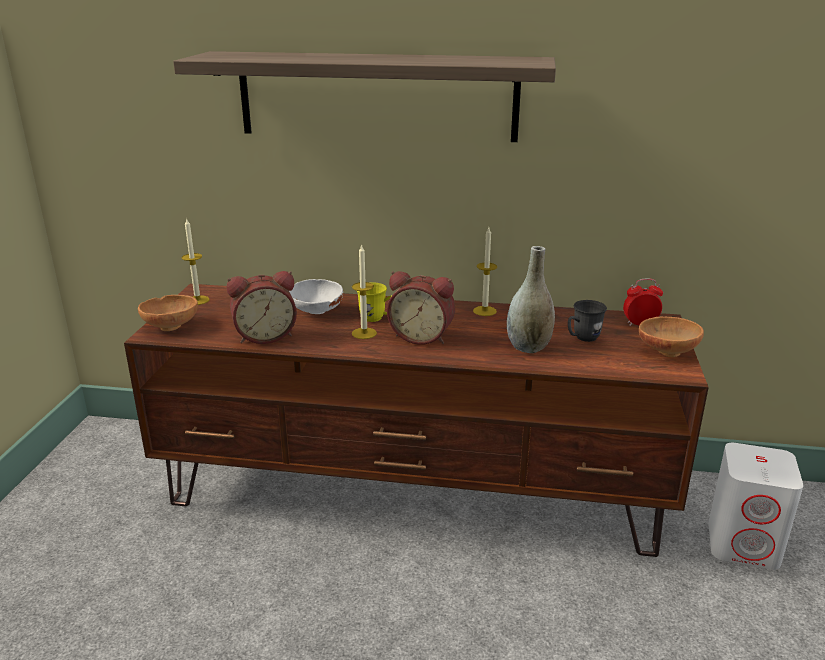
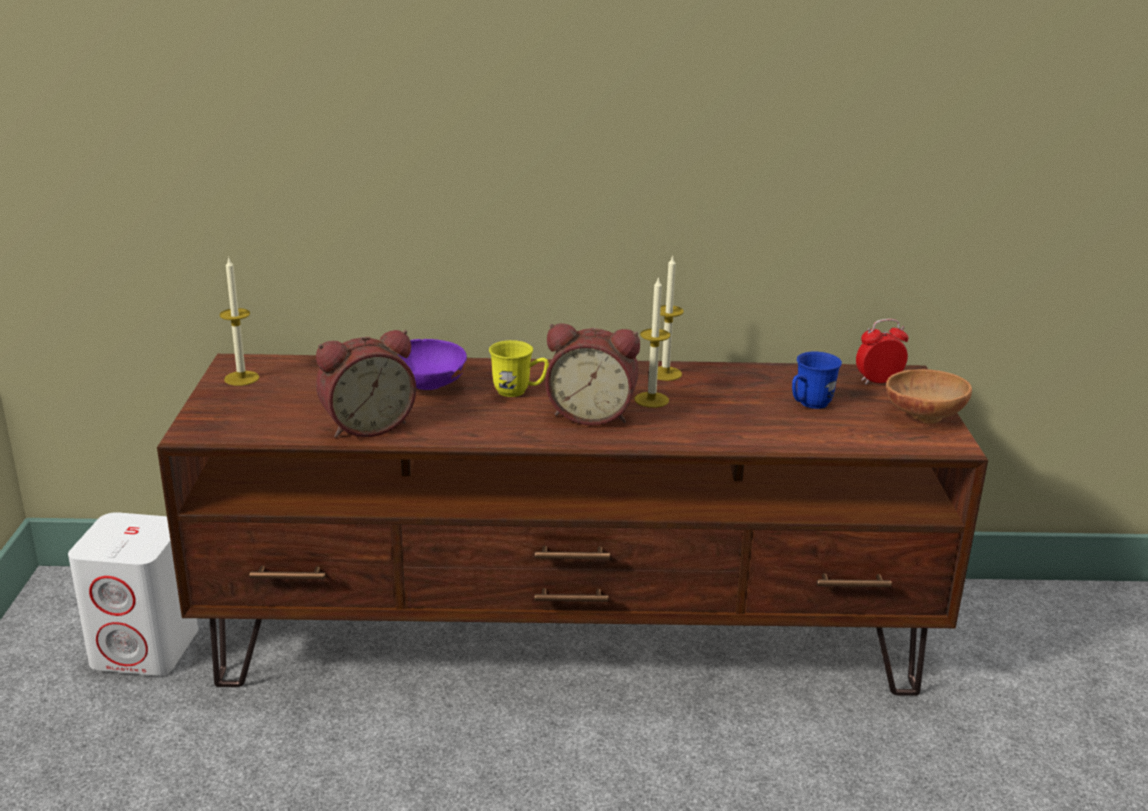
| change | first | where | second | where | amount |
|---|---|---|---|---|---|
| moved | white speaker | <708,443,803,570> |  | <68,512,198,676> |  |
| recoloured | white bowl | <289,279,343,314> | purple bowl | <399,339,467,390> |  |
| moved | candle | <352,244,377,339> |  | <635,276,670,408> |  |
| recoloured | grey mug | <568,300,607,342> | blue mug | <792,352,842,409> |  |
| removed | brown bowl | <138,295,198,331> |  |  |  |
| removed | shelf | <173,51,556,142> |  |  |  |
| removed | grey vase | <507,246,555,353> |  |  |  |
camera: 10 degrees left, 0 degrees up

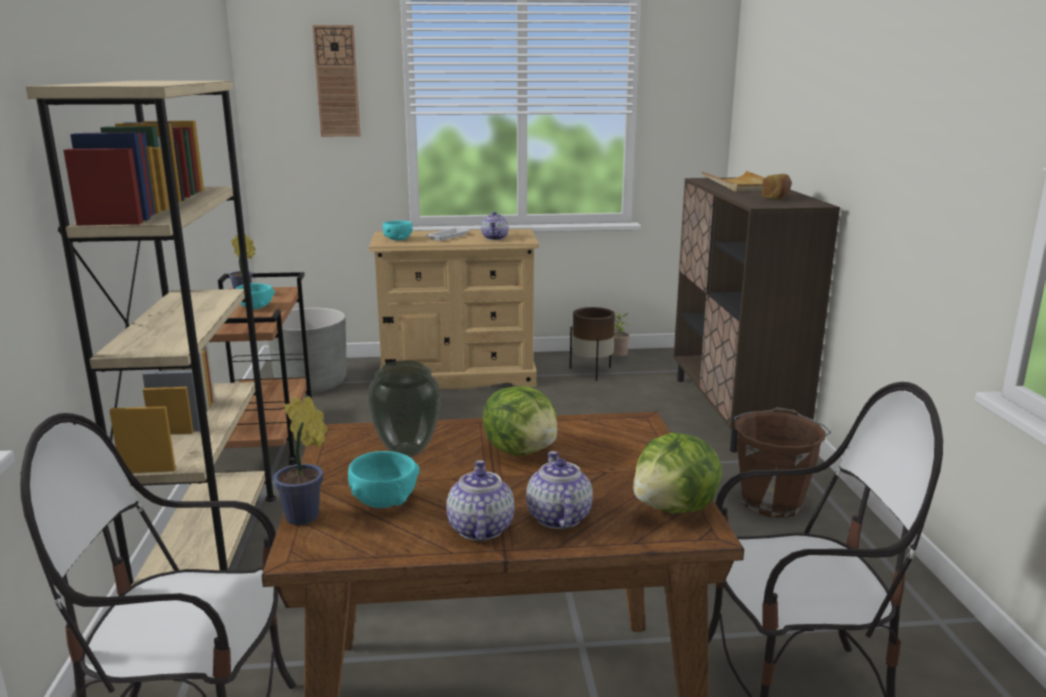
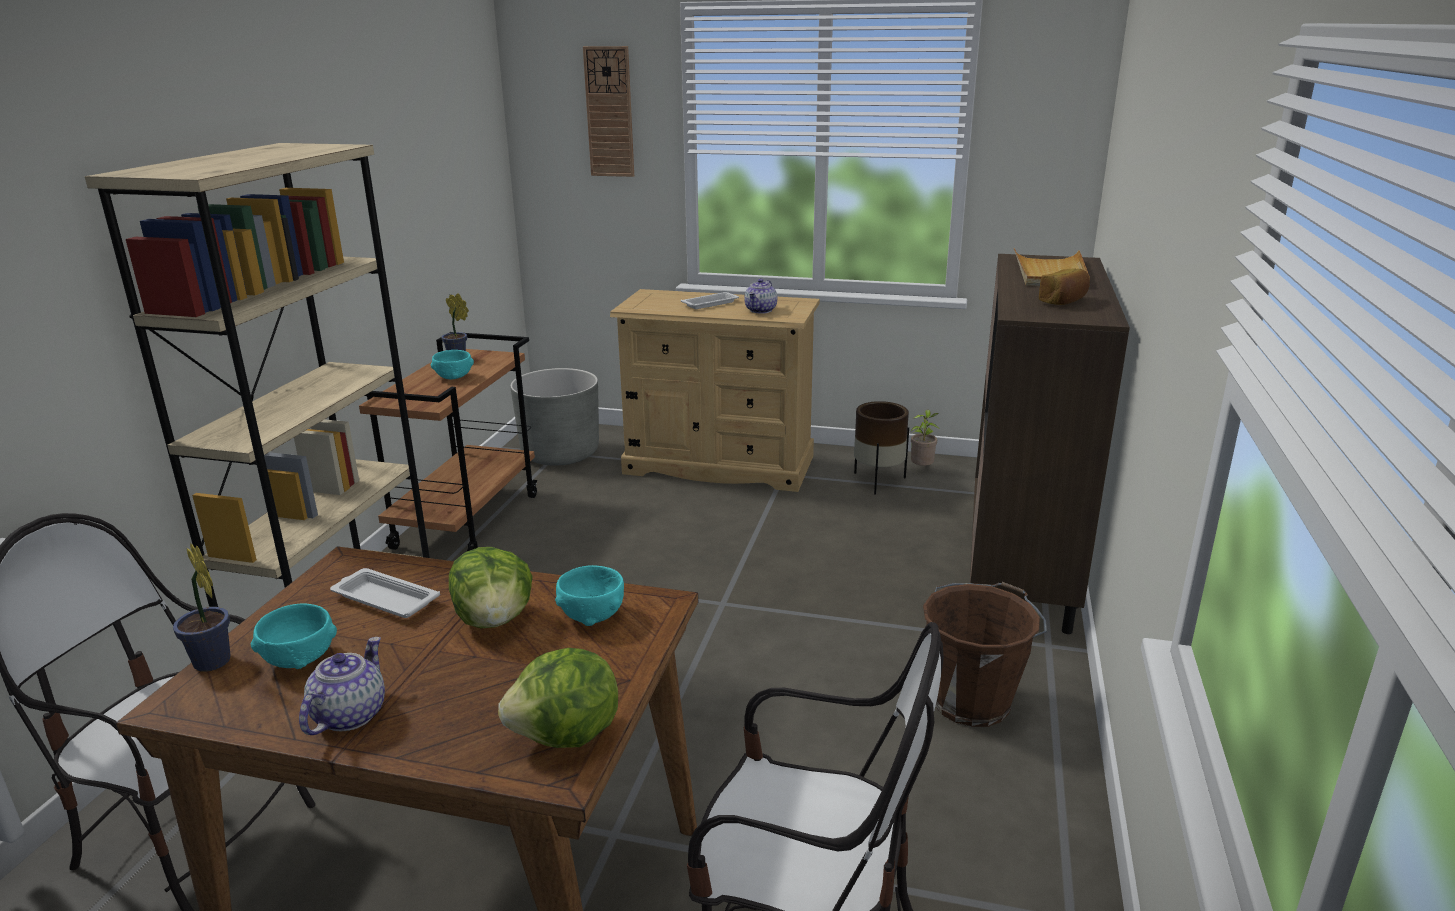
| change | first | where | second | where | amount |
|---|---|---|---|---|---|
| replaced | vase | <367,360,441,457> | white tray | <330,568,440,618> |  |
| moved | turquoise bowl | <383,221,413,240> |  | <555,565,624,626> |  |
| removed | teapot | <526,451,593,529> |  |  |  |
camera: 20 degrees right, 5 degrees up

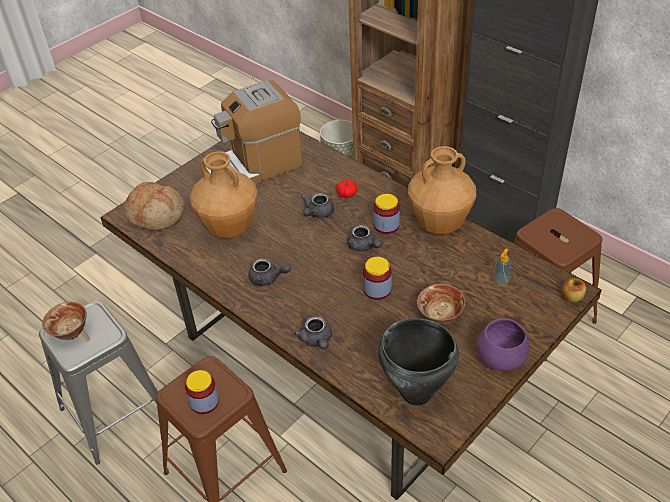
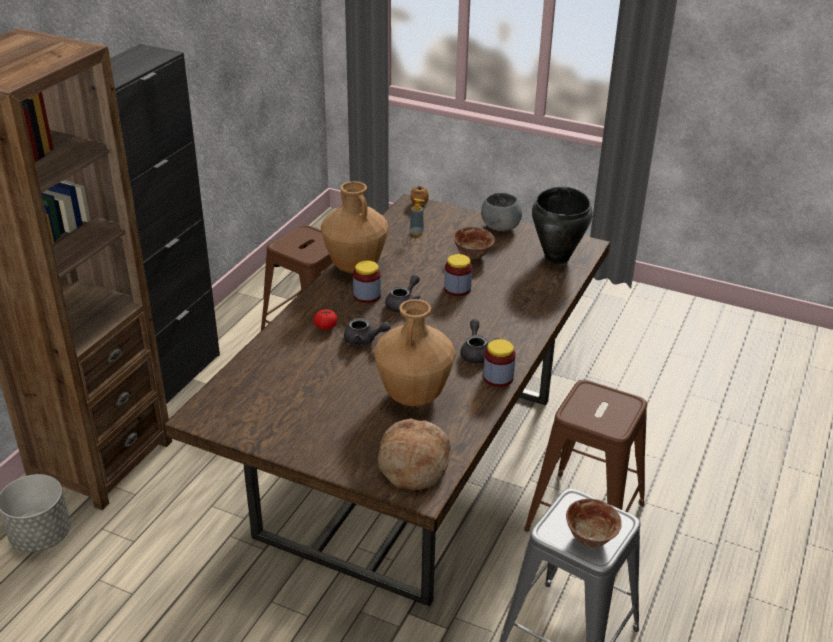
| change | first | where | second | where | amount |
|---|---|---|---|---|---|
| recoloured | purple bowl | <477,318,530,371> | grey bowl | <481,193,522,231> |  |
| moved | jar | <185,370,219,414> |  | <483,339,516,387> |  |
| removed | coffee machine | <205,80,303,184> |  |  |  |
| removed | grey teapot | <294,316,332,349> |  |  |  |
camera: 110 degrees left, 10 degrees down

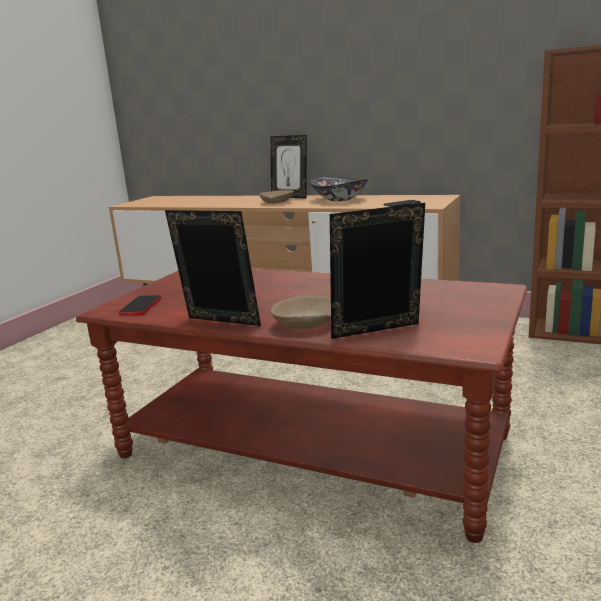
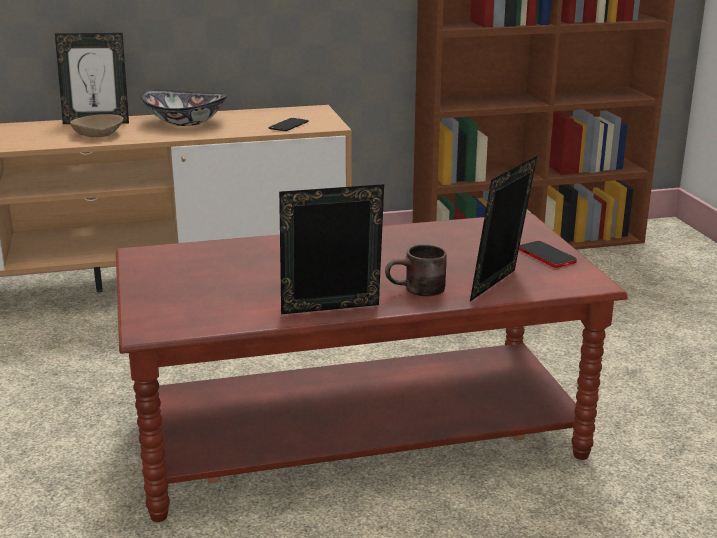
| change | first | where | second | where | amount |
|---|---|---|---|---|---|
| replaced | beige bowl | <271,295,331,329> | brown mug | <385,244,447,296> |  |
| moved | phone | <119,295,161,315> |  | <519,241,577,268> |  |
camera: 40 degrees left, 5 degrees up

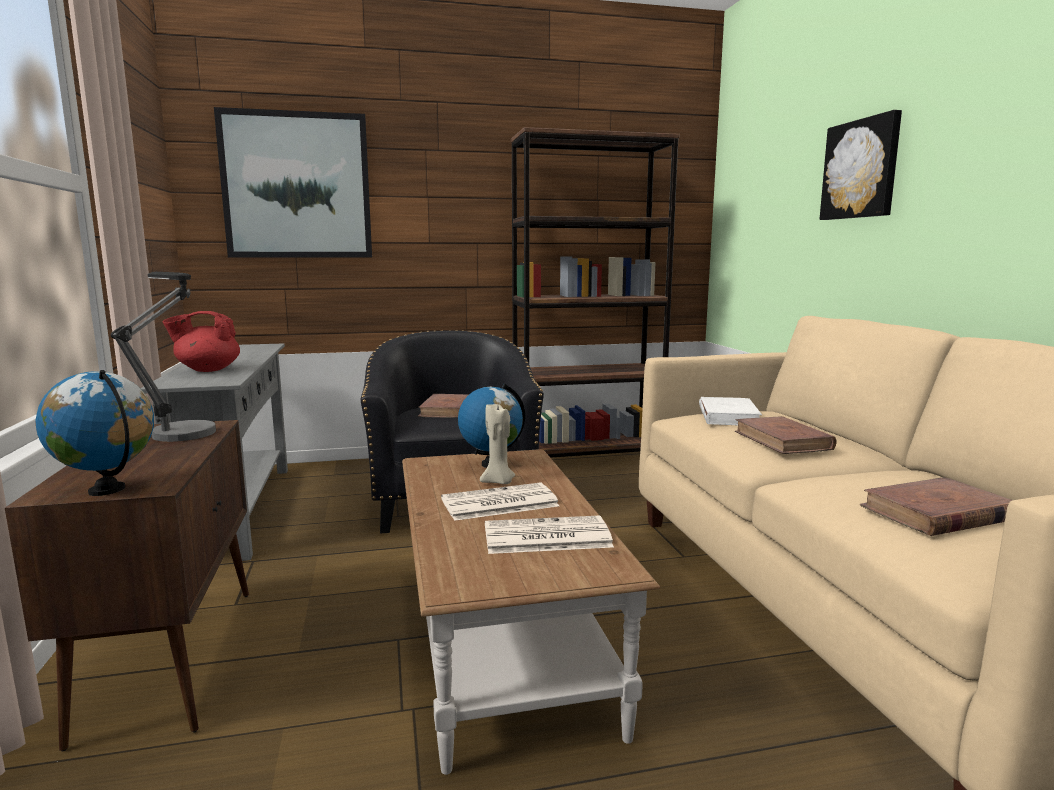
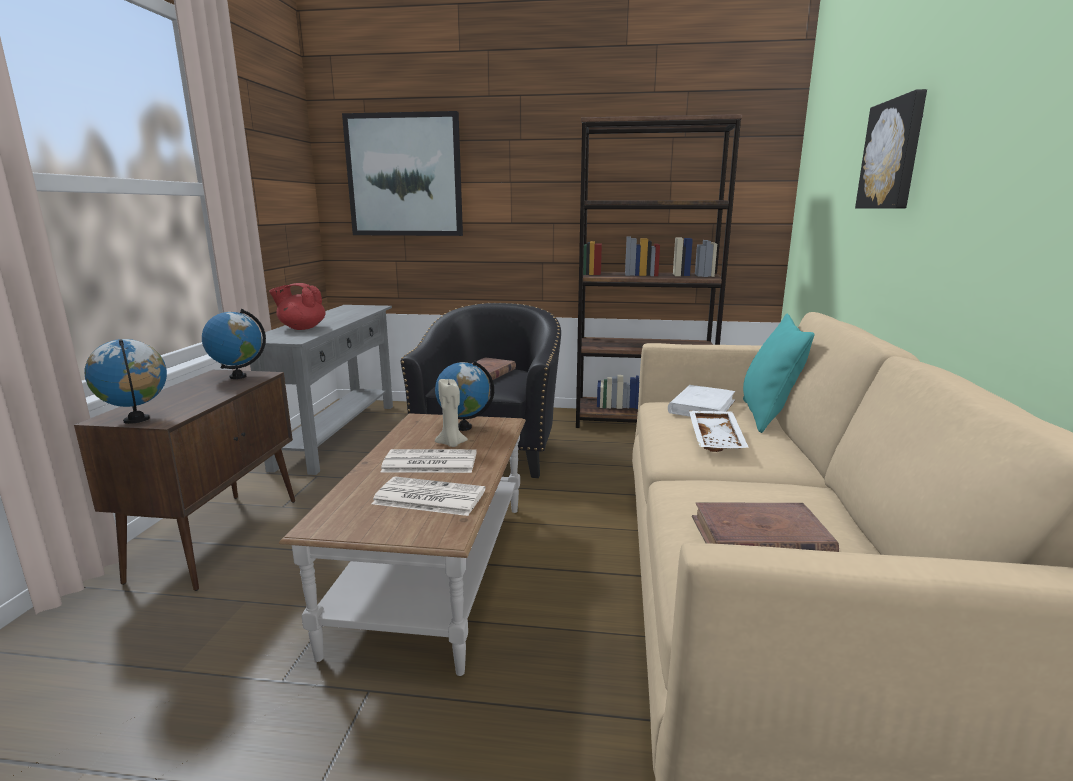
| change | first | where | second | where | amount |
|---|---|---|---|---|---|
| replaced | table lamp | <111,272,216,442> | globe | <202,309,266,379> |  |
| replaced | brown book | <735,416,837,454> | white tray | <689,411,749,452> |  |
| added |  |  | turquoise pillow | <743,314,815,433> |  |
camera: 20 degrees right, 5 degrees up

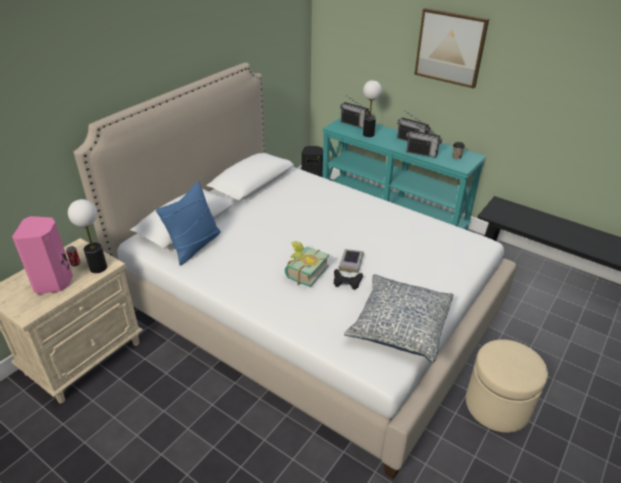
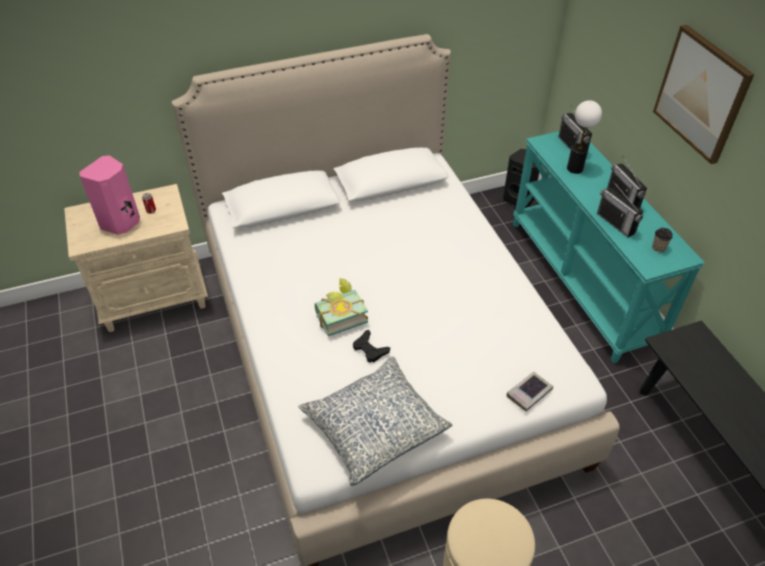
| change | first | where | second | where | amount |
|---|---|---|---|---|---|
| moved | book | <339,249,364,273> |  | <507,372,553,412> |  |
| removed | table lamp | <68,199,107,273> |  |  |  |
| removed | blue pillow | <156,181,221,266> |  |  |  |
camera: 35 degrees right, 10 degrees up

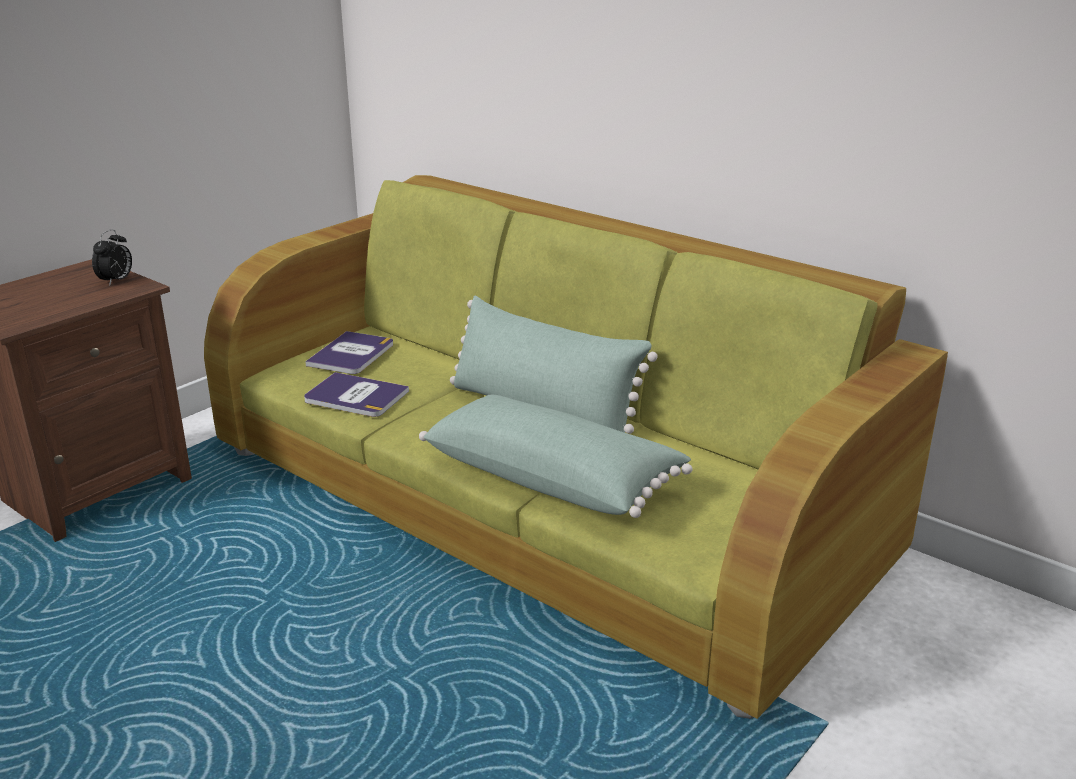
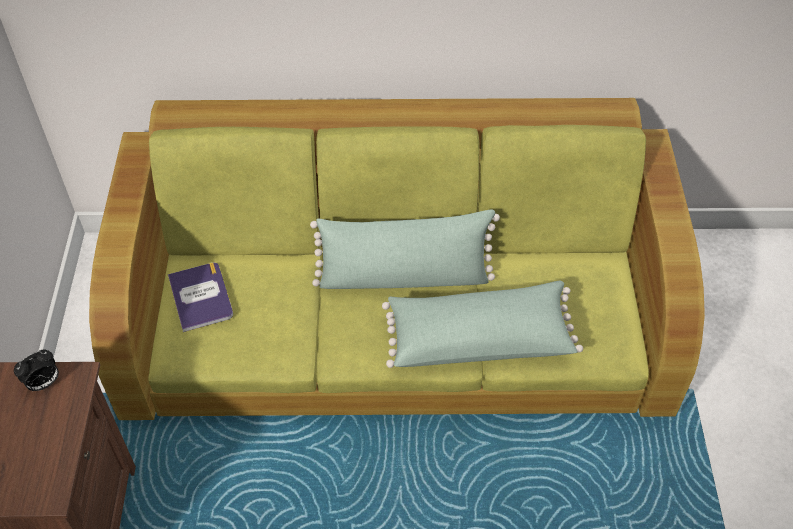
| change | first | where | second | where | amount |
|---|---|---|---|---|---|
| turned | alarm clock | <92,229,132,286> |  | <14,350,59,391> | 75 degrees clockwise |
| removed | book | <304,372,409,417> |  |  |  |
camera: 40 degrees left, 25 degrees up

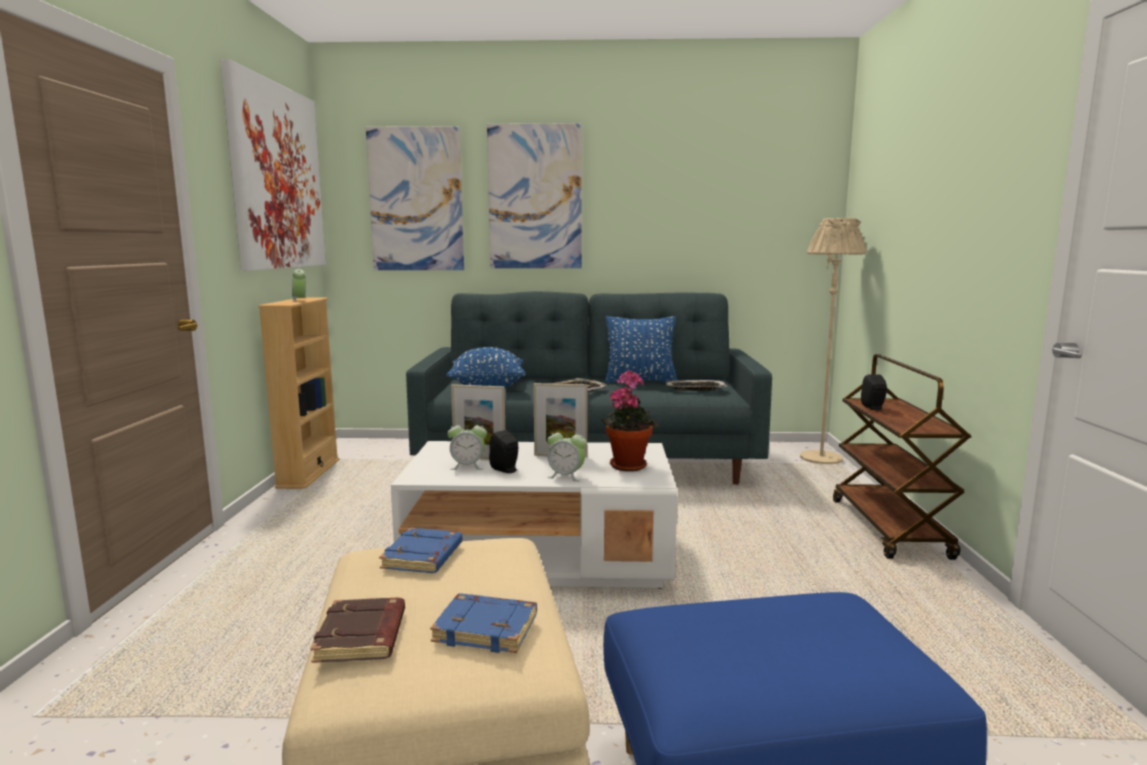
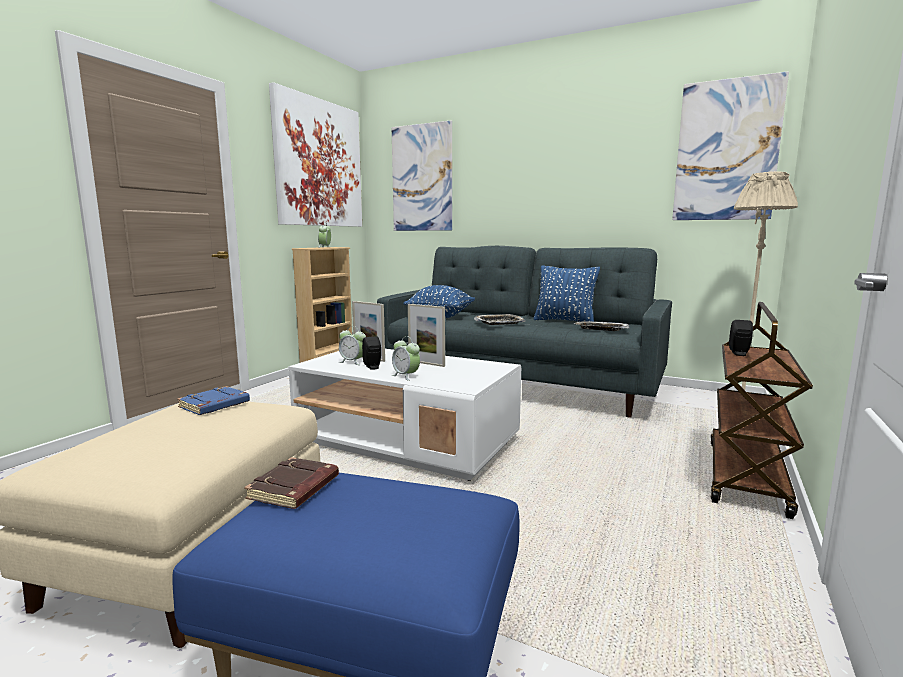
| change | first | where | second | where | amount |
|---|---|---|---|---|---|
| moved | brown book | <310,597,405,663> |  | <244,457,339,509> |  |
| moved | picture | <487,123,582,268> |  | <672,71,789,220> |  |
| removed | blue book | <430,593,537,653> |  |  |  |
| removed | potted plant | <601,371,658,471> |  |  |  |
camera: 25 degrees right, 0 degrees up

